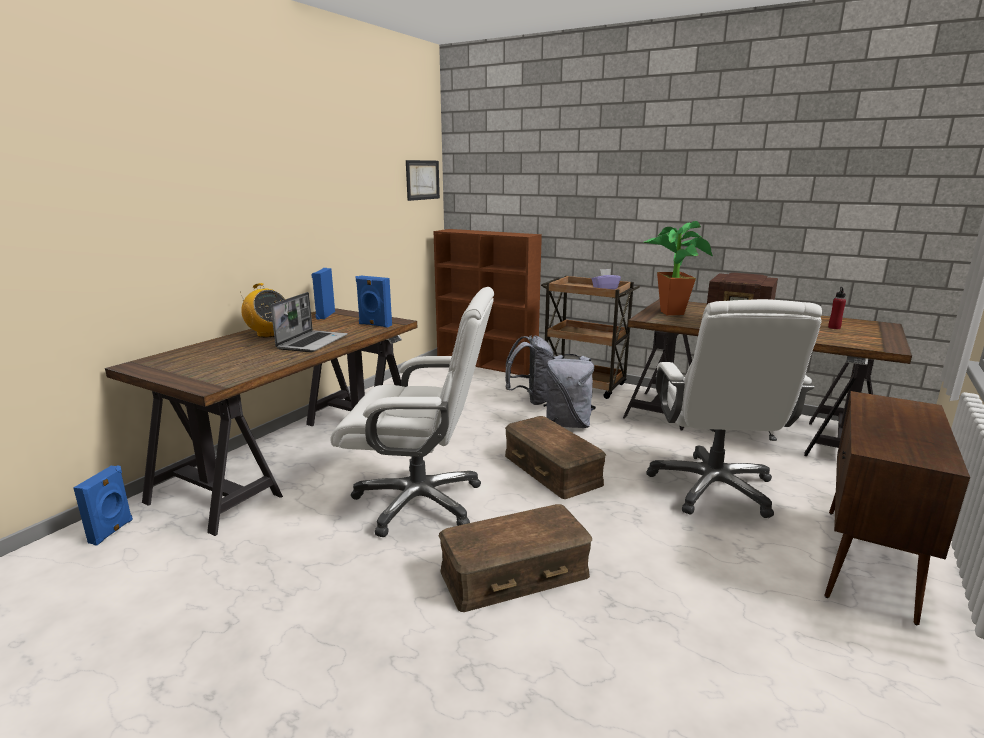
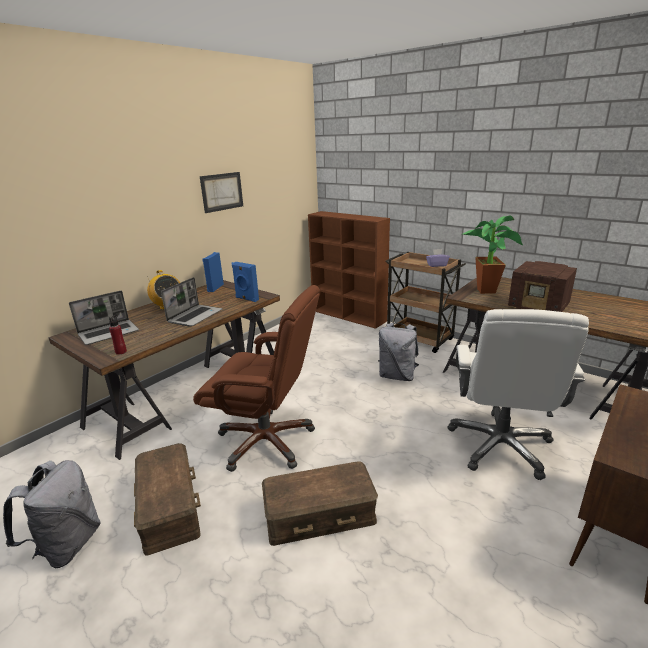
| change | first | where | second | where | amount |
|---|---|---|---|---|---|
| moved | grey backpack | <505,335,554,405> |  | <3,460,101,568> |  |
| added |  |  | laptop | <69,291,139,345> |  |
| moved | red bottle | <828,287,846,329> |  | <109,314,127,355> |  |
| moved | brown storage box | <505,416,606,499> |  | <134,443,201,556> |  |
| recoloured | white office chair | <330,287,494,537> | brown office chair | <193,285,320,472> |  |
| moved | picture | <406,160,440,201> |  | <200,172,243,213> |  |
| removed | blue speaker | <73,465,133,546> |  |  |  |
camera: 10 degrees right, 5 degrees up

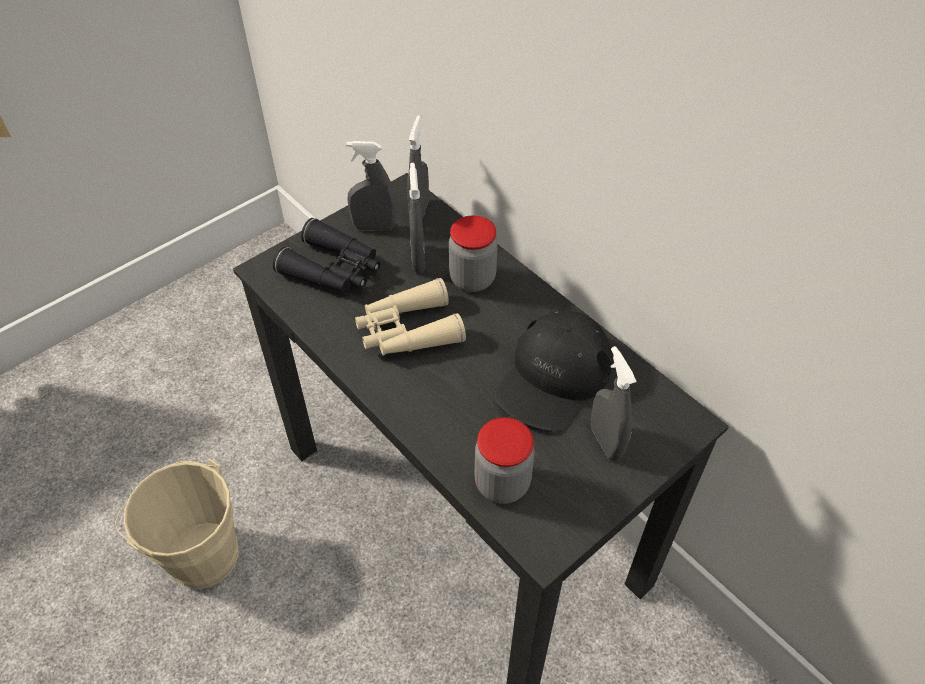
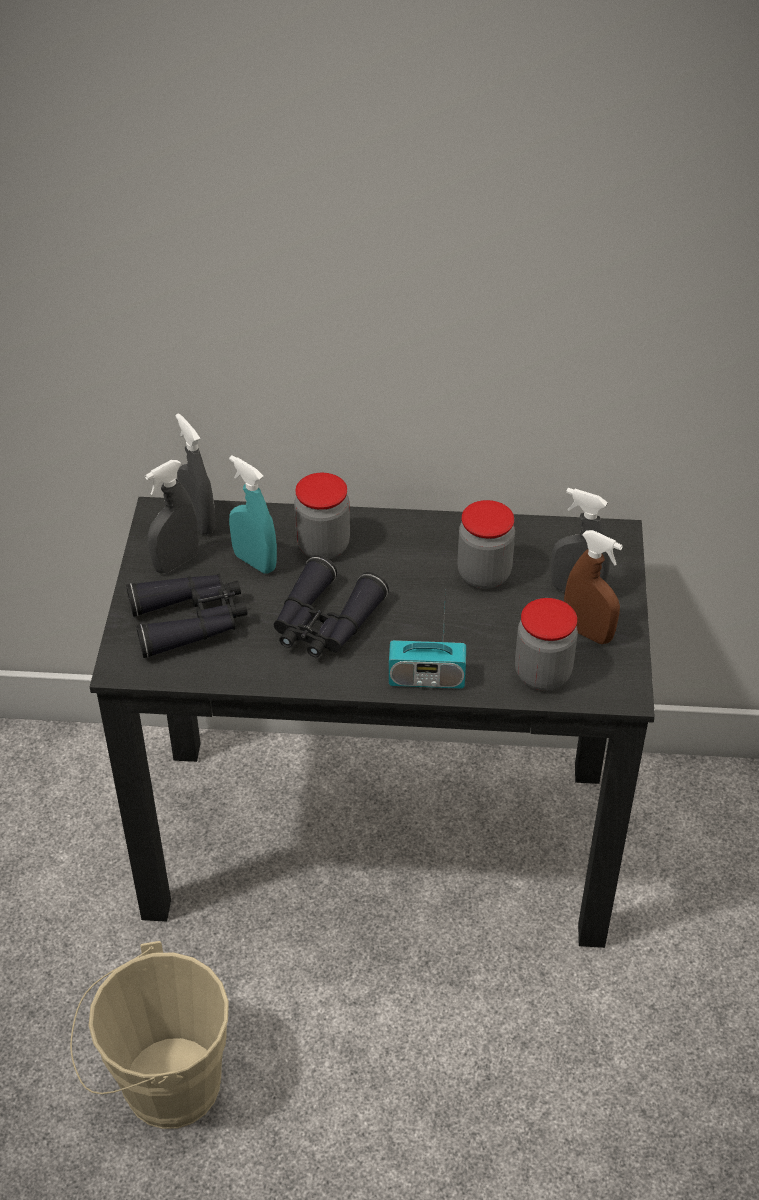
| change | first | where | second | where | amount |
|---|---|---|---|---|---|
| recoloured | grey spray bottle | <409,163,426,273> | turquoise spray bottle | <229,455,277,573> |  |
| recoloured | beige binoculars | <355,278,466,356> | black binoculars | <274,555,389,657> |  |
| added |  |  | radio | <389,590,466,689> |  |
| replaced | black cap | <494,310,613,431> | jar | <457,500,515,589> |  |
| added |  |  | brown spray bottle | <564,530,623,644> |  |
camera: 45 degrees left, 5 degrees down

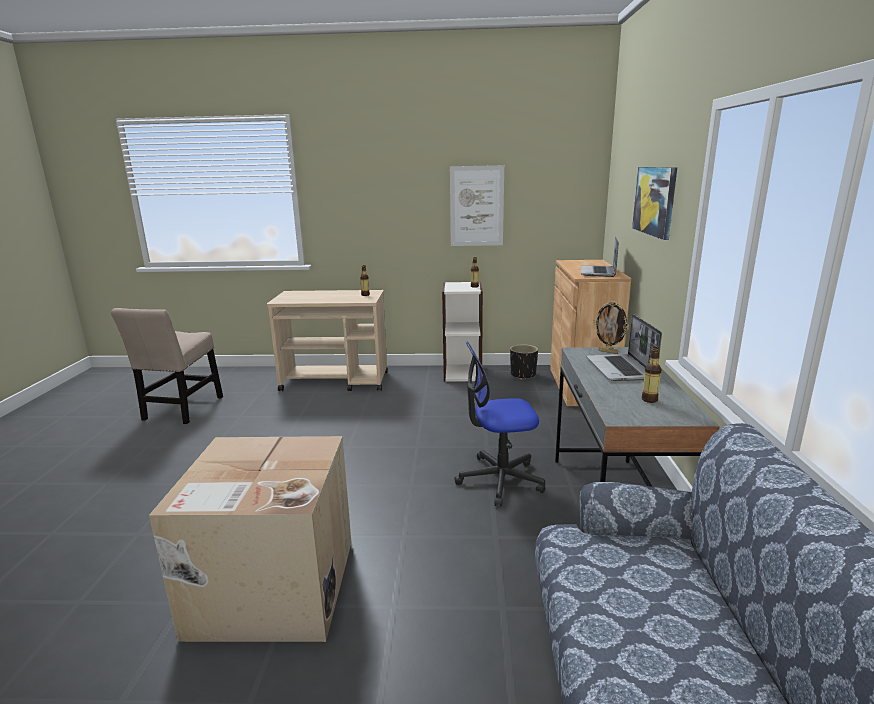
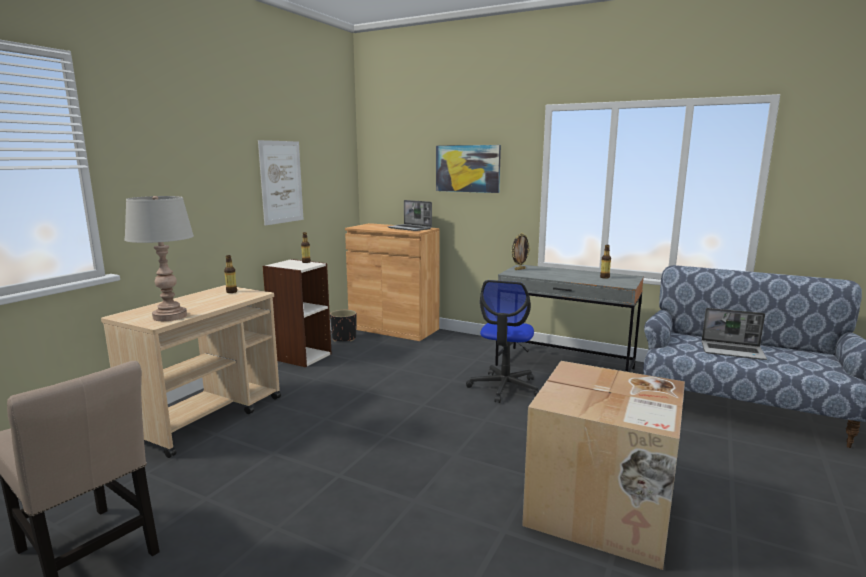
| change | first | where | second | where | amount |
|---|---|---|---|---|---|
| added |  |  | grey table lamp | <124,196,194,321> |  |
| moved | laptop | <586,314,662,381> |  | <702,308,767,360> |  |
camera: 65 degrees left, 5 degrees down

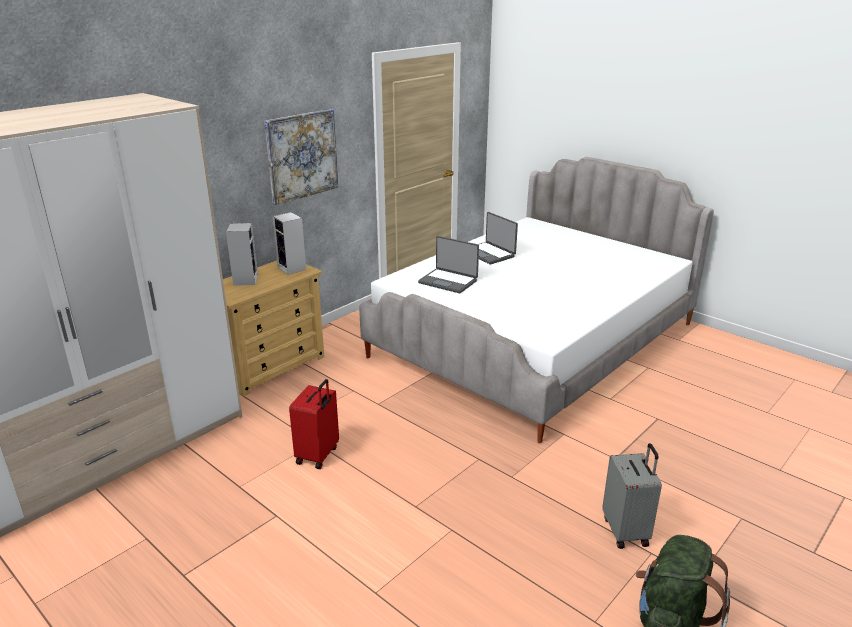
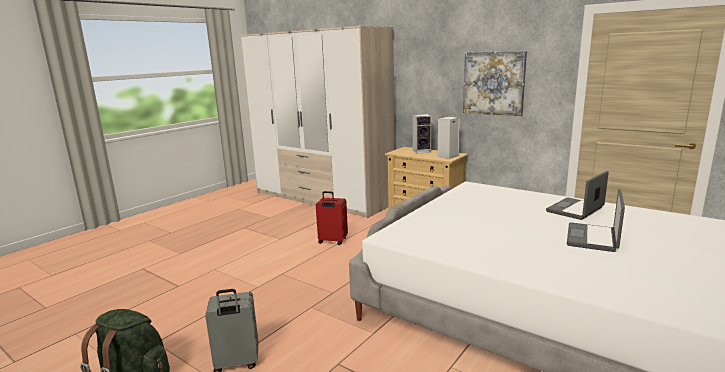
| change | first | where | second | where | amount |
|---|---|---|---|---|---|
| moved | laptop | <418,236,479,293> |  | <567,189,625,252> |  |
camera: 85 degrees right, 10 degrees down

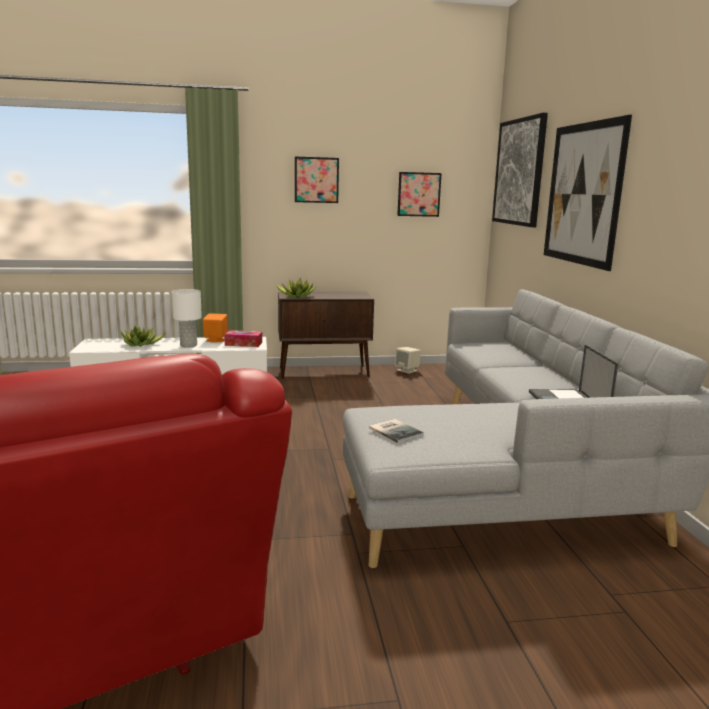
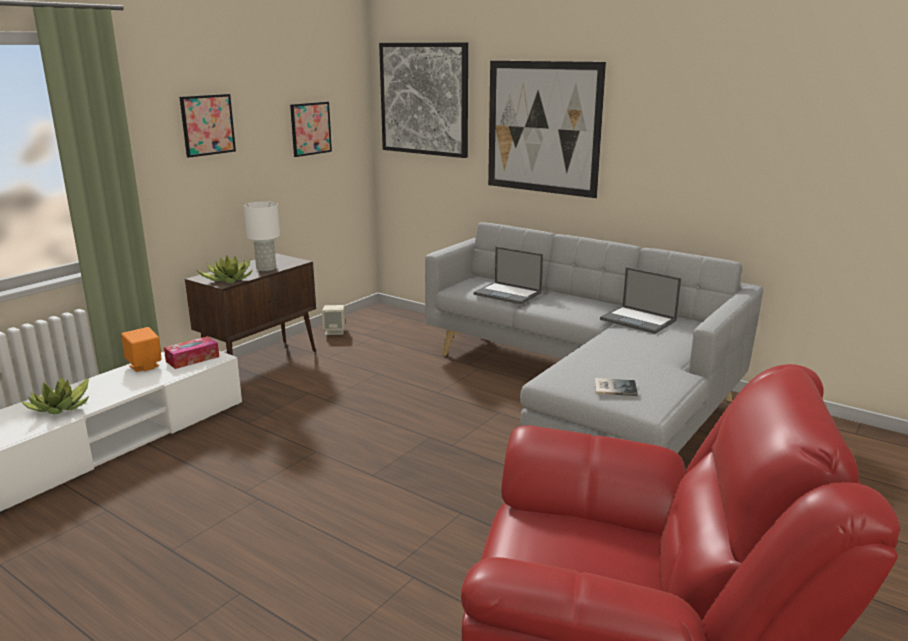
| change | first | where | second | where | amount |
|---|---|---|---|---|---|
| moved | white table lamp | <172,289,202,347> |  | <244,201,280,271> |  |
| added |  |  | laptop | <473,247,543,304> |  |
camera: 45 degrees left, 5 degrees up

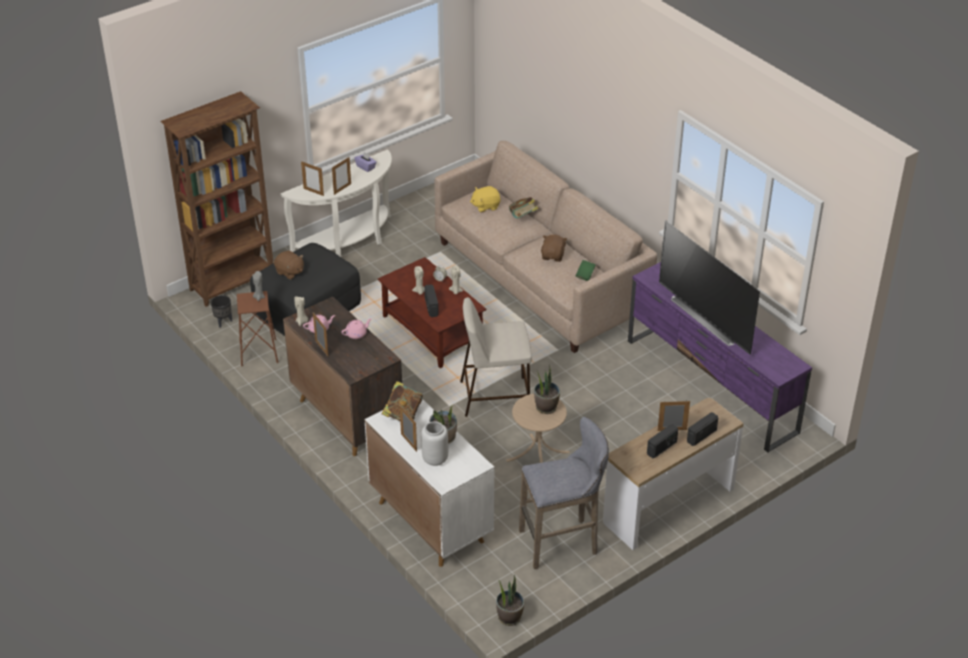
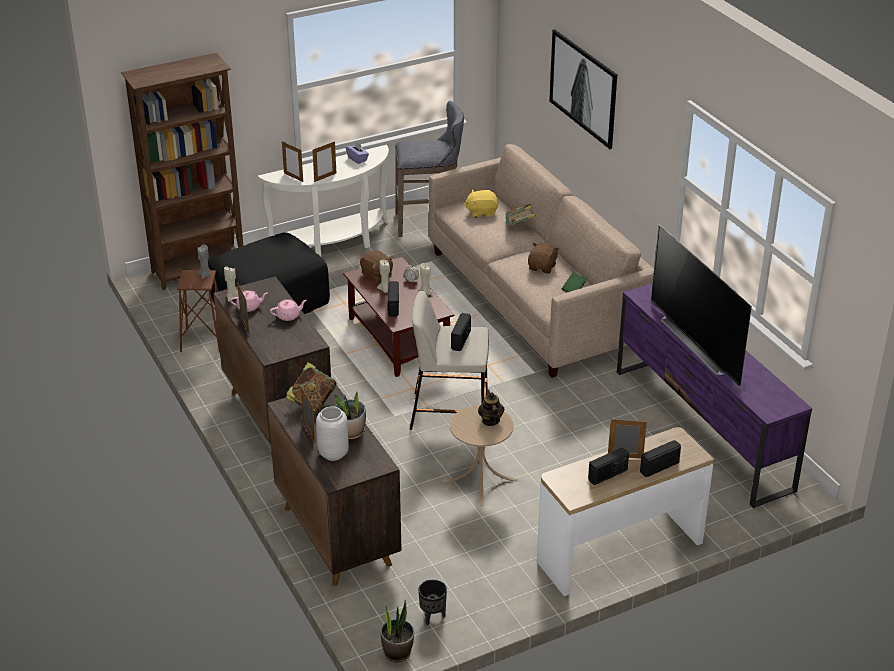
| change | first | where | second | where | amount |
|---|---|---|---|---|---|
| recoloured | white cabinet | <364,399,494,567> | brown cabinet | <267,385,402,586> |  |
| moved | brown plush toy | <274,250,304,280> |  | <360,250,393,282> |  |
| moved | grey stool | <519,417,609,569> |  | <395,101,464,237> |  |
| moved | black planter | <211,295,232,328> |  | <418,579,447,625> |  |
| added |  |  | radio | <451,313,471,351> |  |
| replaced | potted plant | <534,365,560,414> | teapot | <478,389,504,426> |  |
| added |  |  | picture | <549,29,617,149> |  |
camera: 10 degrees right, 5 degrees down

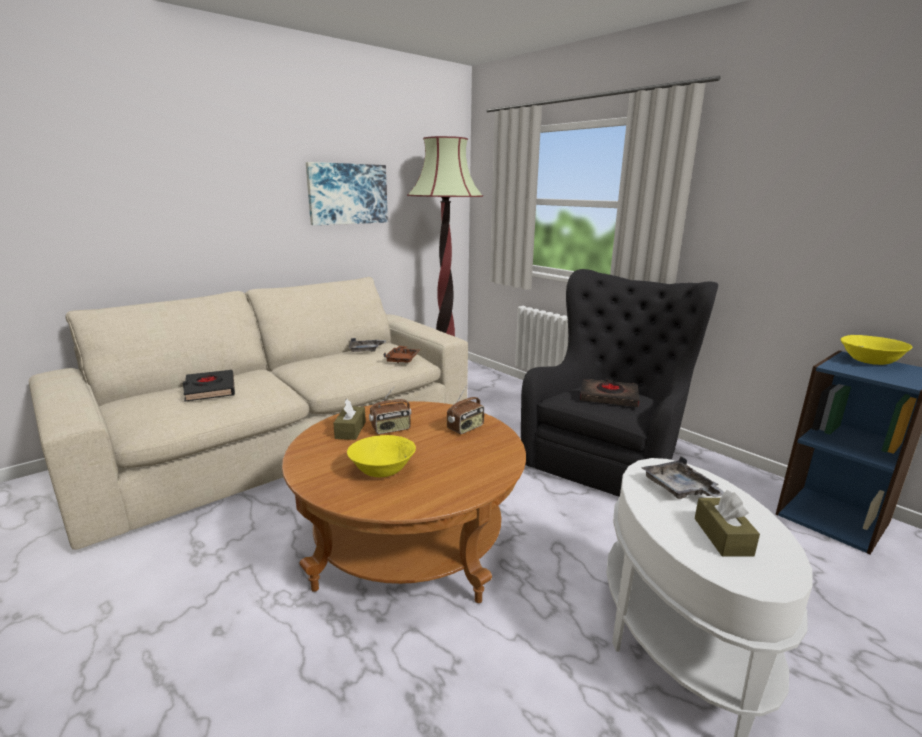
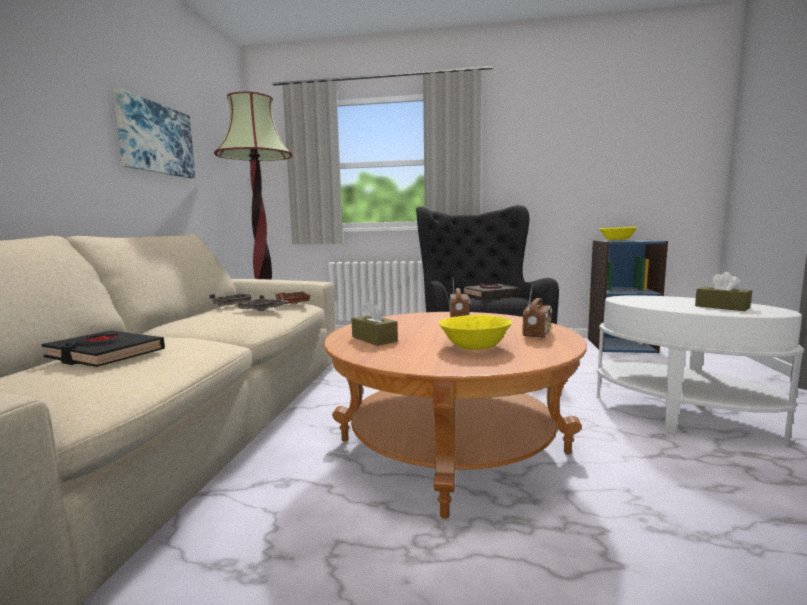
| change | first | where | second | where | amount |
|---|---|---|---|---|---|
| moved | grey tray | <641,457,724,499> |  | <236,295,288,311> |  |
| moved | radio | <369,387,411,434> |  | <522,284,552,338> |  |
camera: 40 degrees left, 10 degrees down

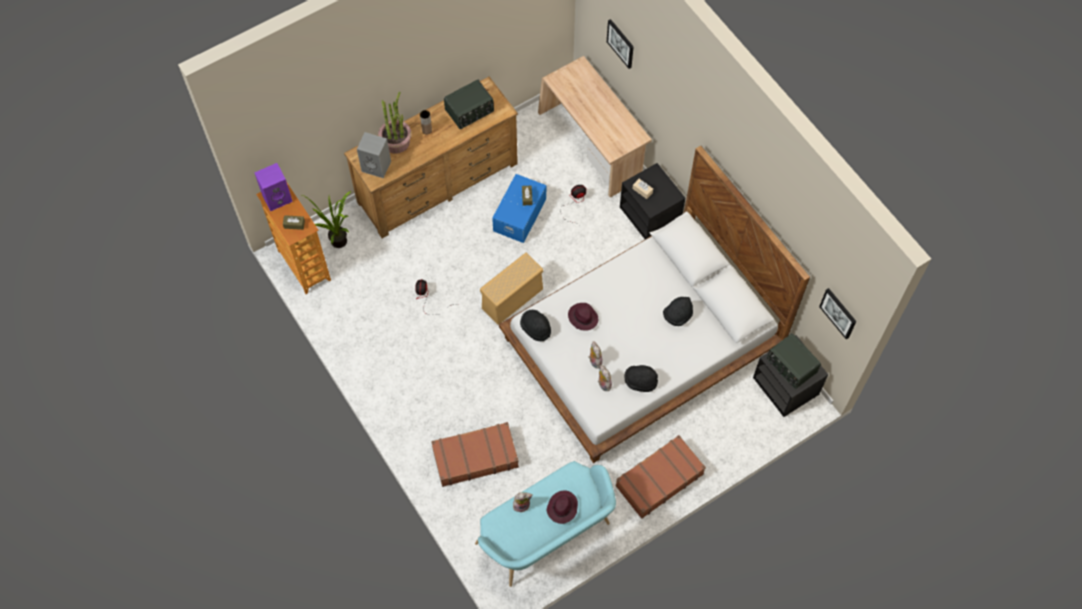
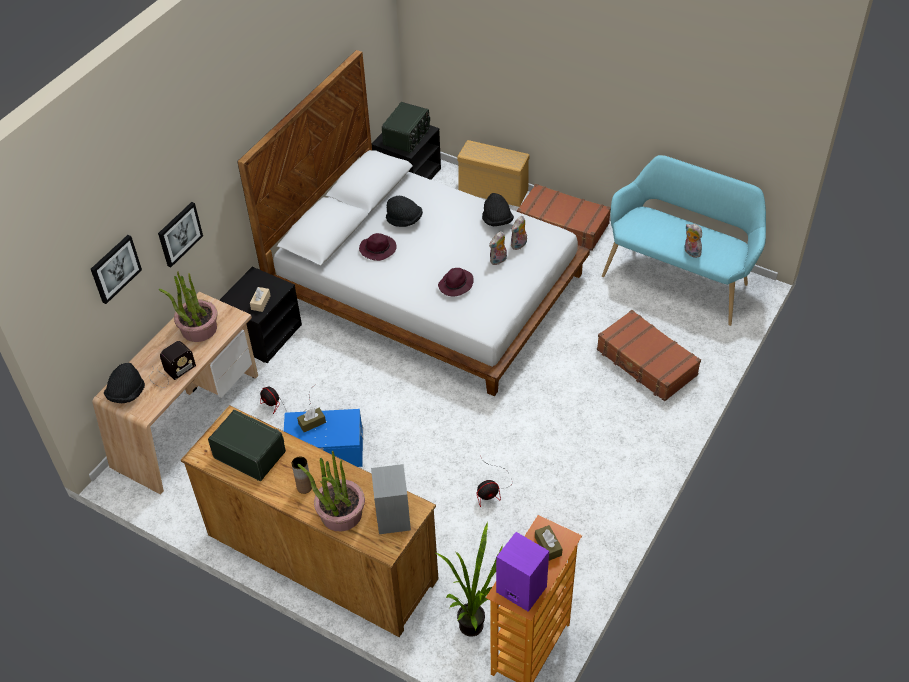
| change | first | where | second | where | amount |
|---|---|---|---|---|---|
| moved | black hat | <520,310,551,342> |  | <104,363,145,403> |  |
| added |  |  | radio | <149,341,196,388> |  |
| moved | picture | <819,288,856,339> |  | <158,202,203,267> |  |
| added |  |  | potted plant | <159,271,218,342> |  |
| moved | purple hat | <547,490,578,524> |  | <359,233,397,261> |  |
| moved | beige storage box | <480,253,543,325> |  | <457,140,530,207> |  |
camera: 115 degrees left, 15 degrees down

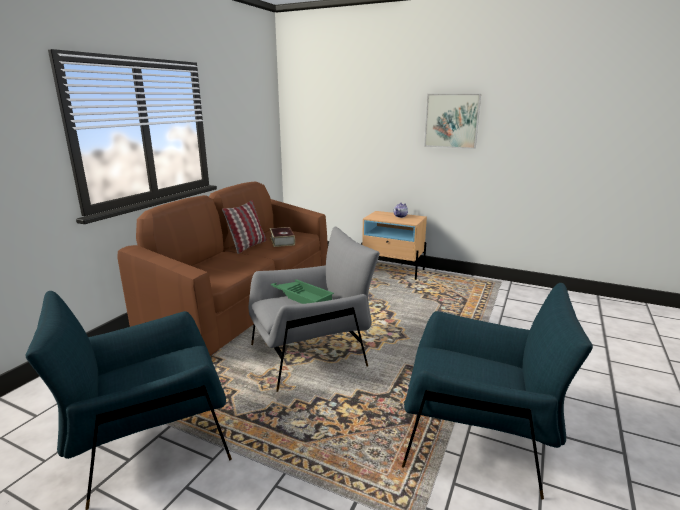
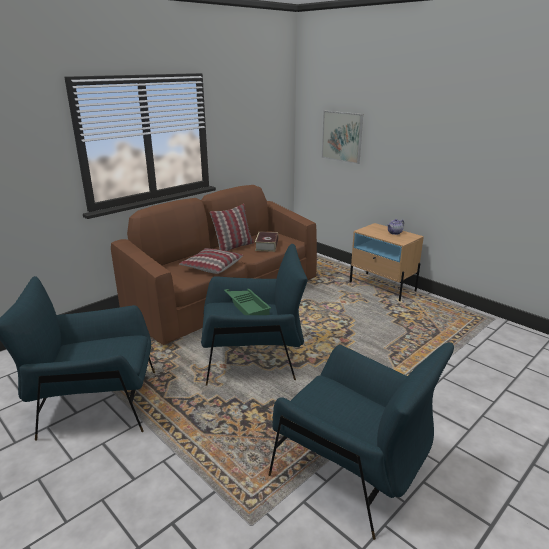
| change | first | where | second | where | amount |
|---|---|---|---|---|---|
| added |  |  | pillow | <179,248,243,274> |  |
| recoloured | grey armchair | <249,227,380,392> | blue armchair | <201,244,308,386> |  |
| moved | picture | <424,94,481,149> |  | <322,111,363,164> |  |
camera: 20 degrees right, 5 degrees up

